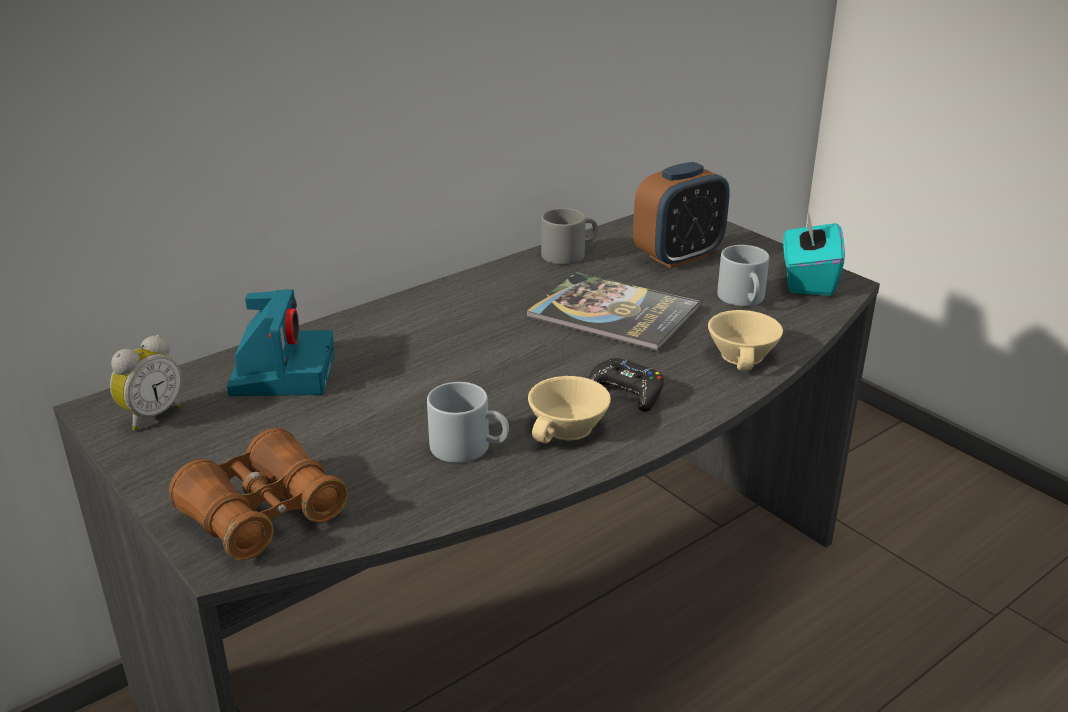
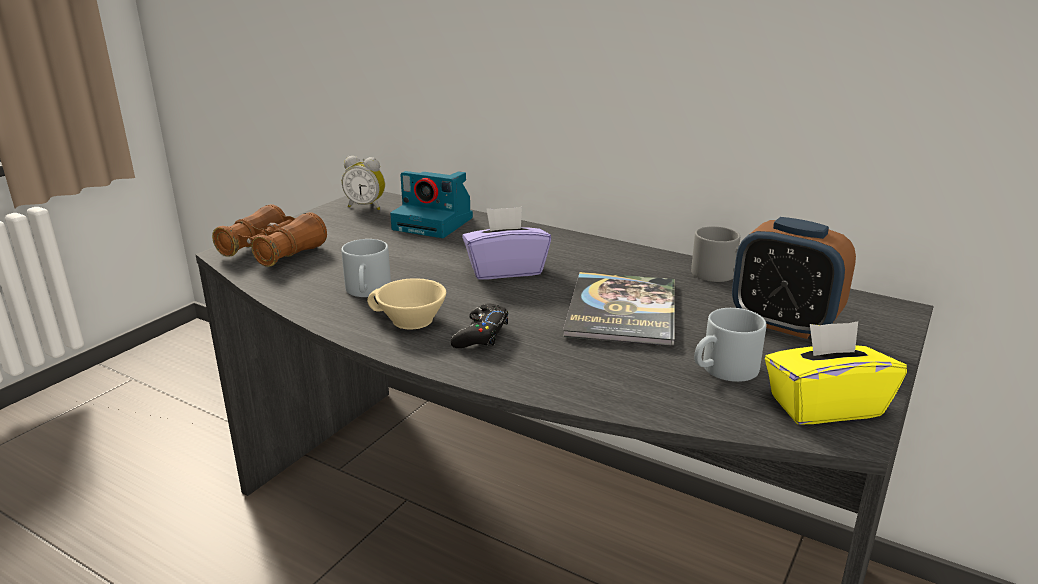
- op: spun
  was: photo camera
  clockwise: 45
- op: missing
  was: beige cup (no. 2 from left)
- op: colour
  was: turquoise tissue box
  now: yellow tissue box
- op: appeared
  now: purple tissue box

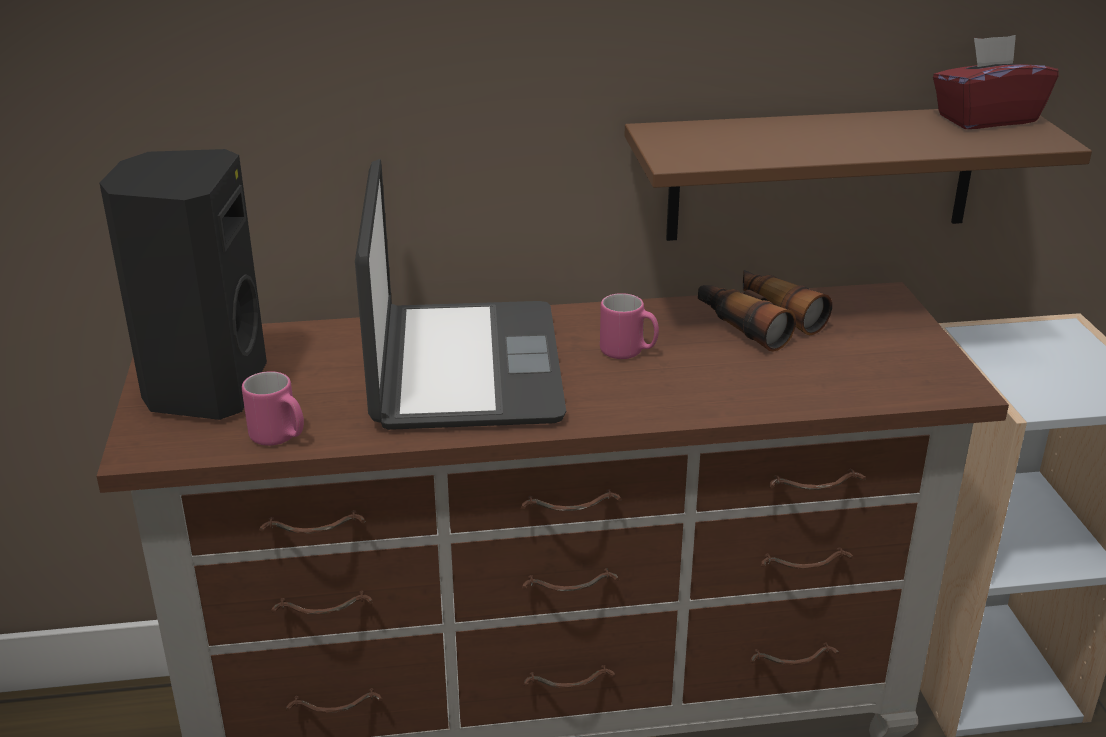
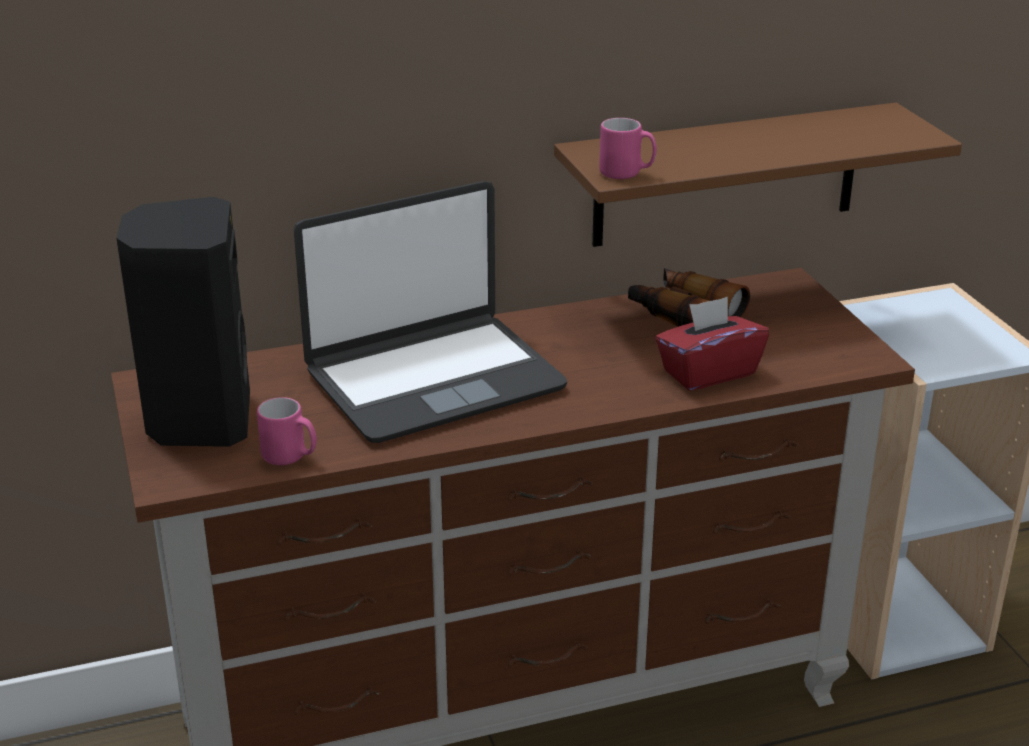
- op: spun
  was: laptop
  clockwise: 75
- op: relocated
  was: pink mug (no. 2 from left)
- op: relocated
  was: red tissue box

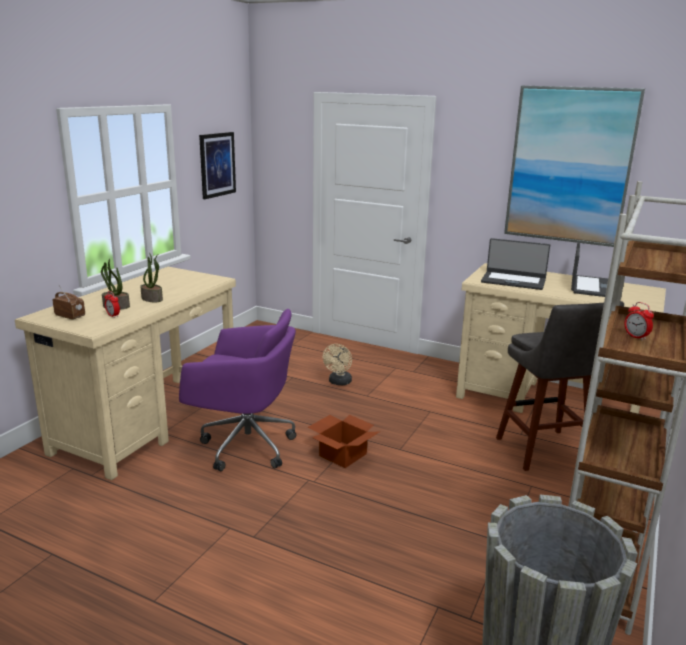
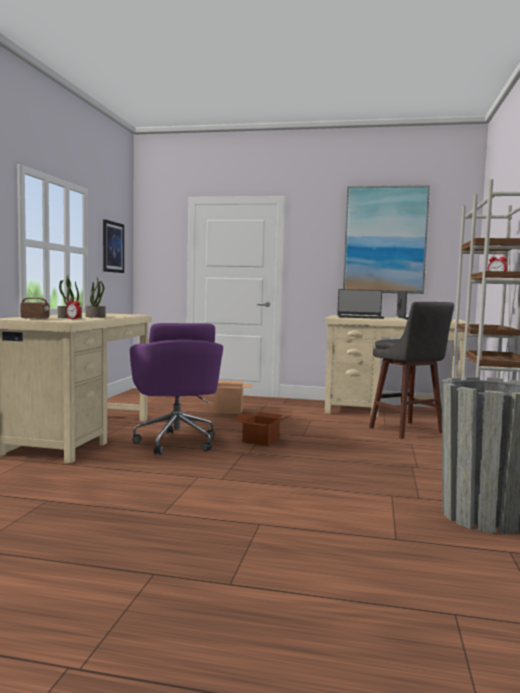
- op: spun
  was: purple office chair
  clockwise: 75
- op: exchanged
  was: beige fan
  now: cardboard box (no. 1 from left)

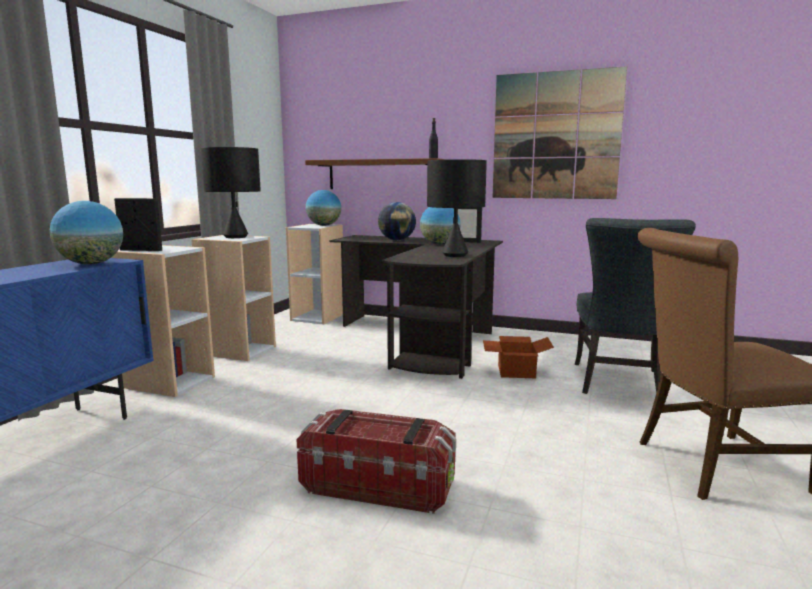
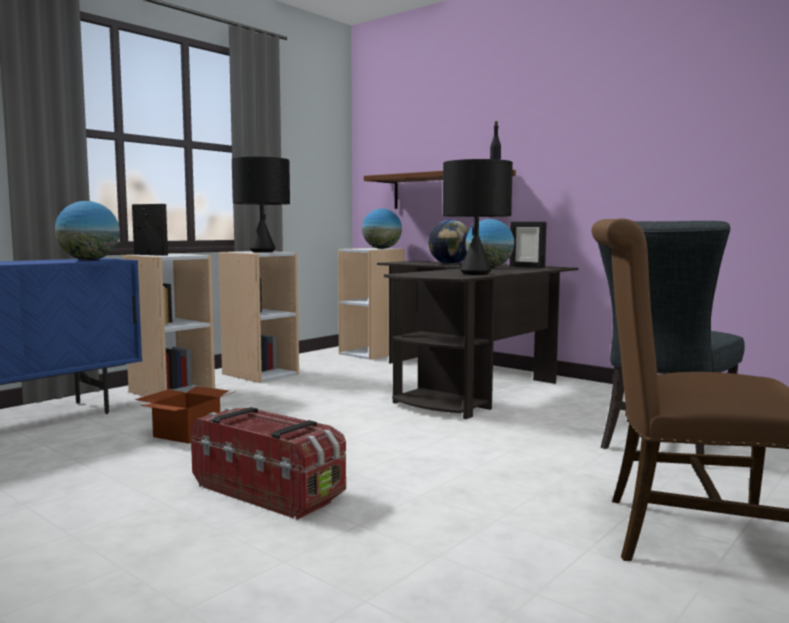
- op: relocated
  was: cardboard box
- op: missing
  was: picture

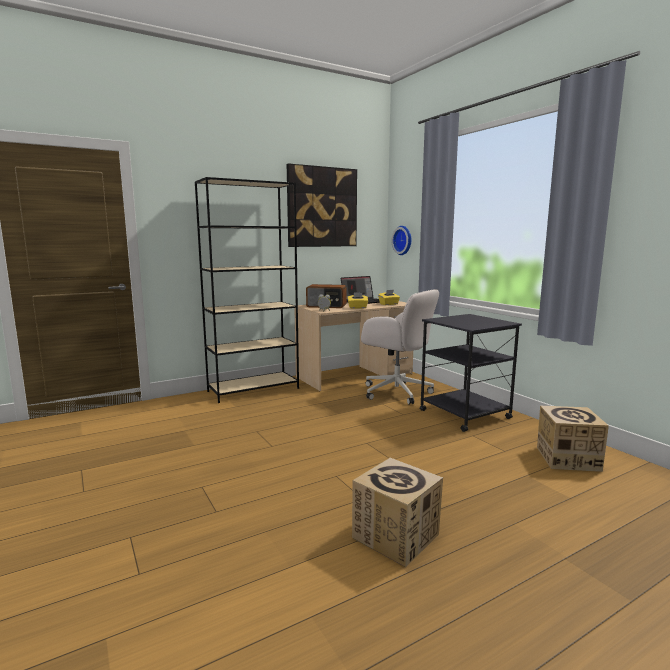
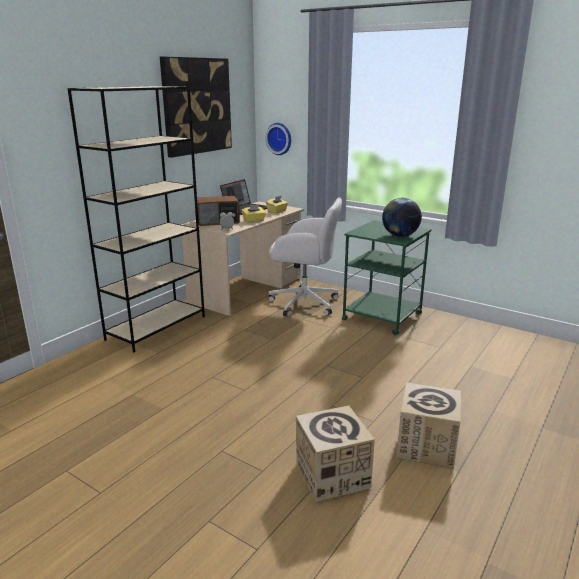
- op: colour
  was: black cart
  now: green cart
- op: relocated
  was: cardboard box (no. 2 from left in the first image)
  now: cardboard box (no. 1 from left)
- op: appeared
  now: globe

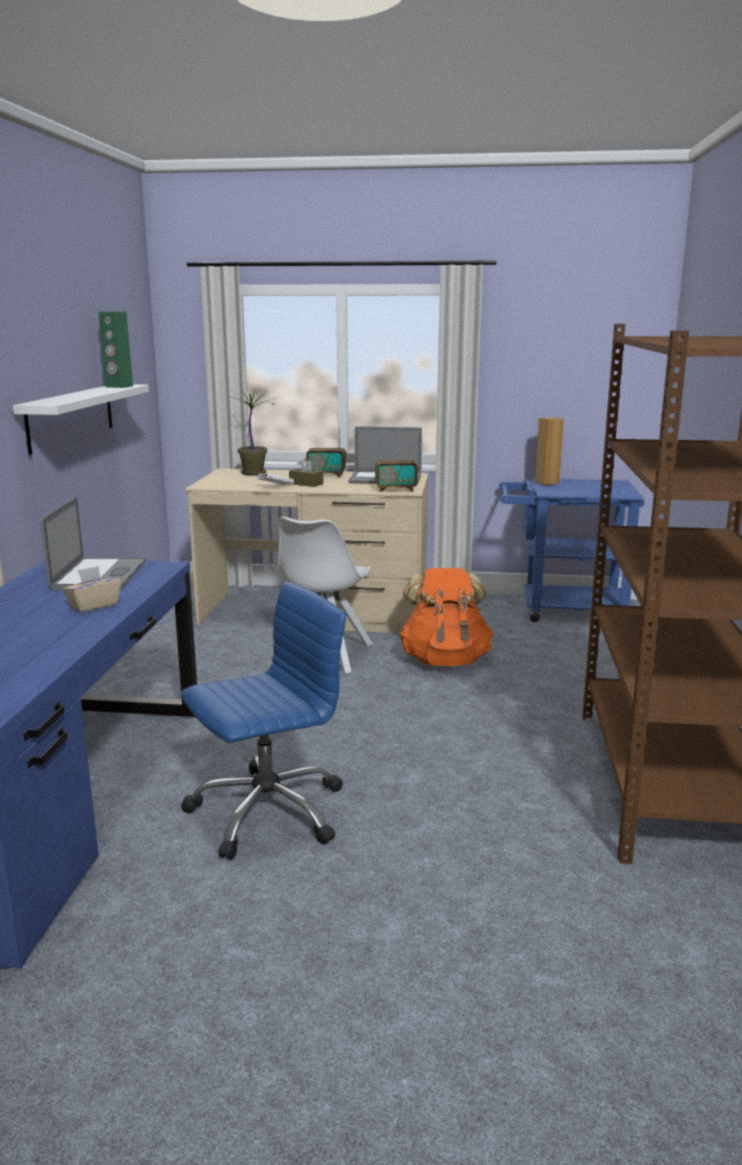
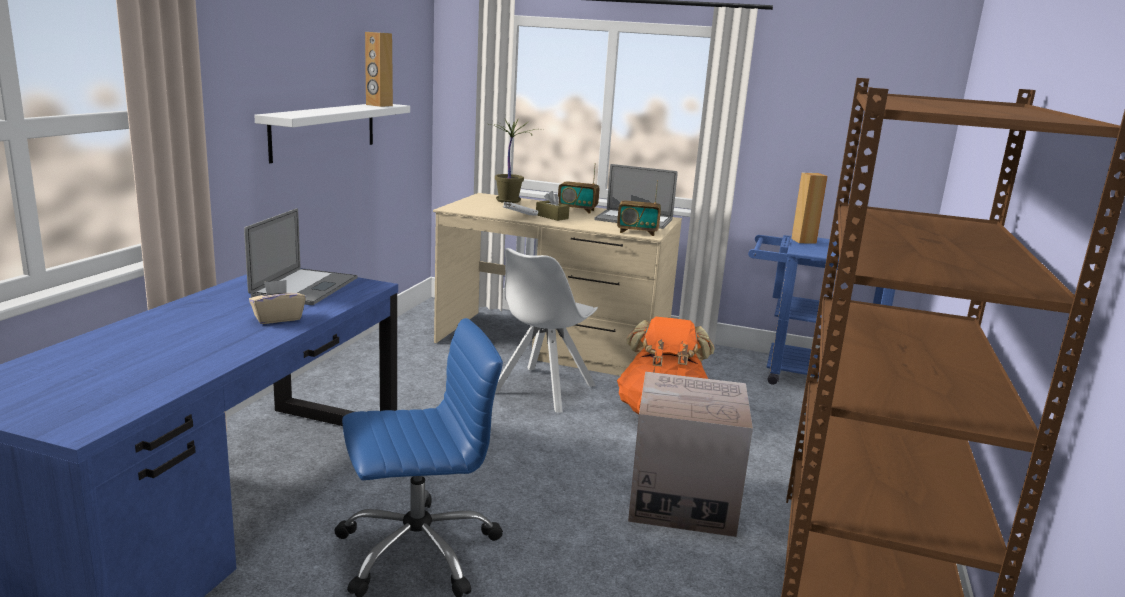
- op: colour
  was: green speaker
  now: brown speaker (no. 1 from left)
- op: appeared
  now: cardboard box

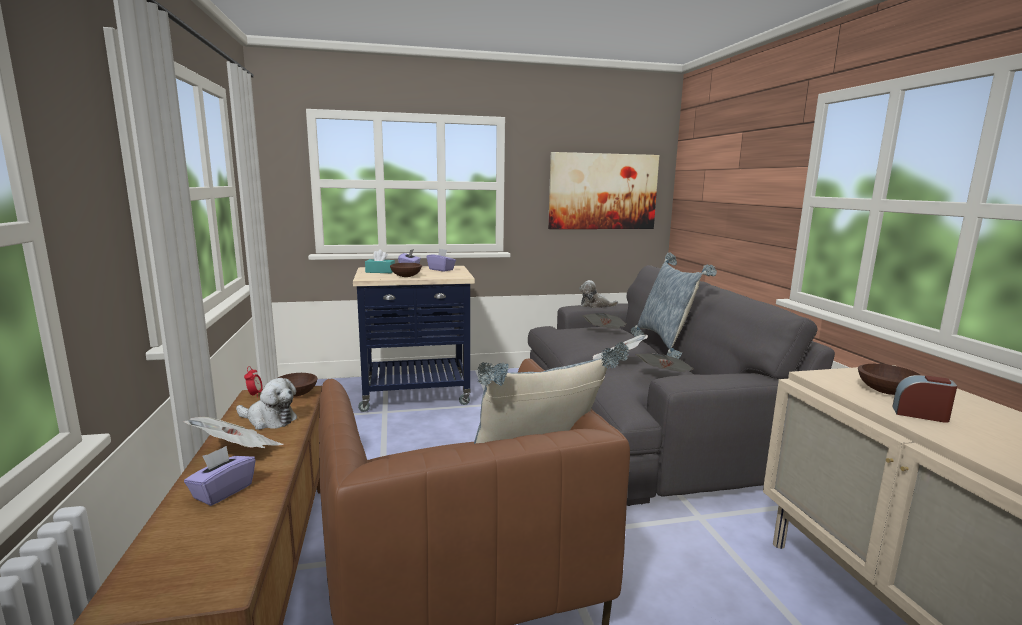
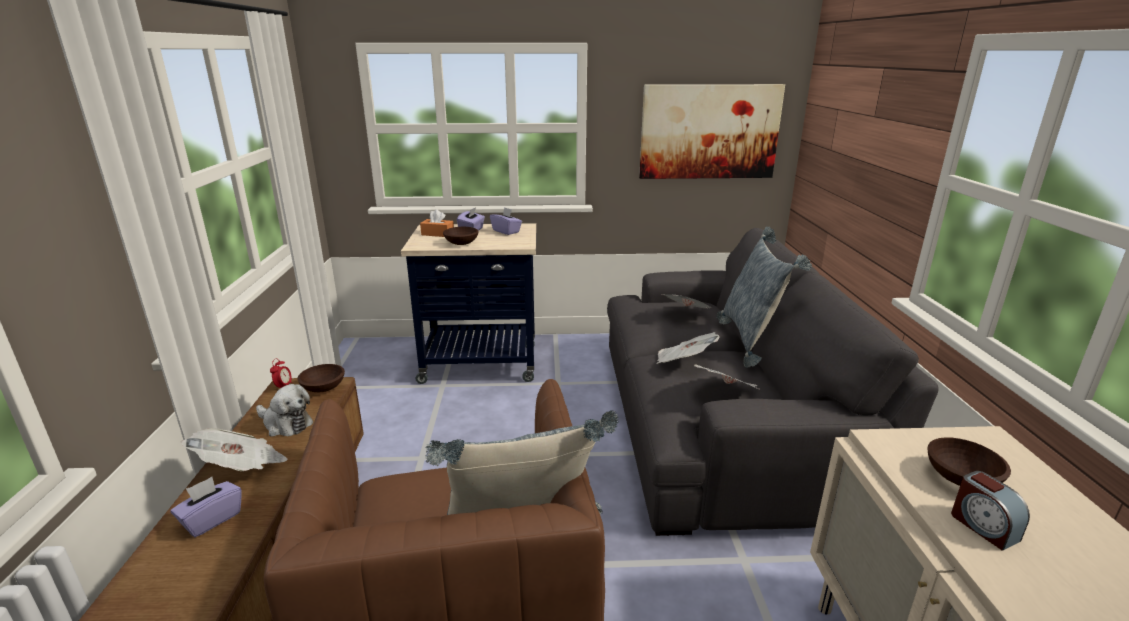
- op: colour
  was: turquoise tissue box
  now: orange tissue box
- op: missing
  was: plush toy (no. 2 from left)
- op: spun
  was: alarm clock (no. 2 from left)
  clockwise: -150

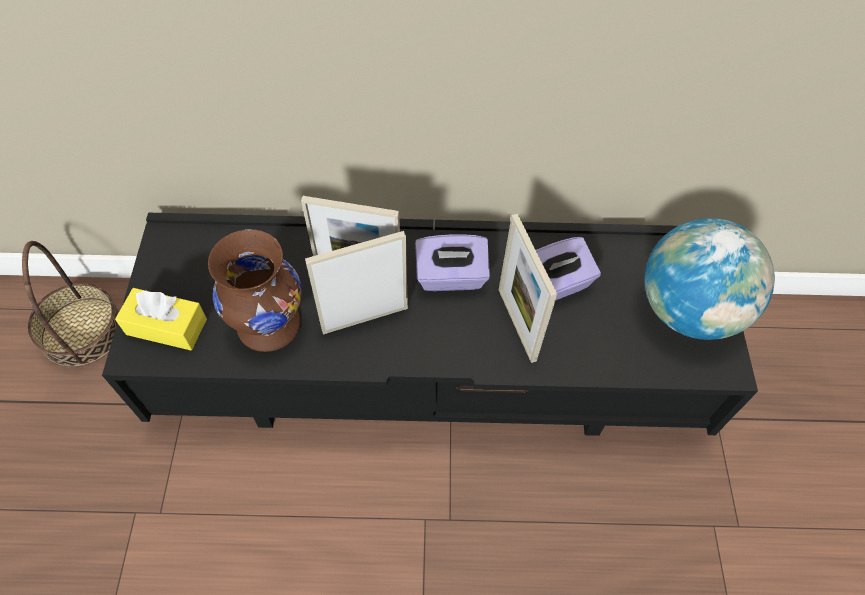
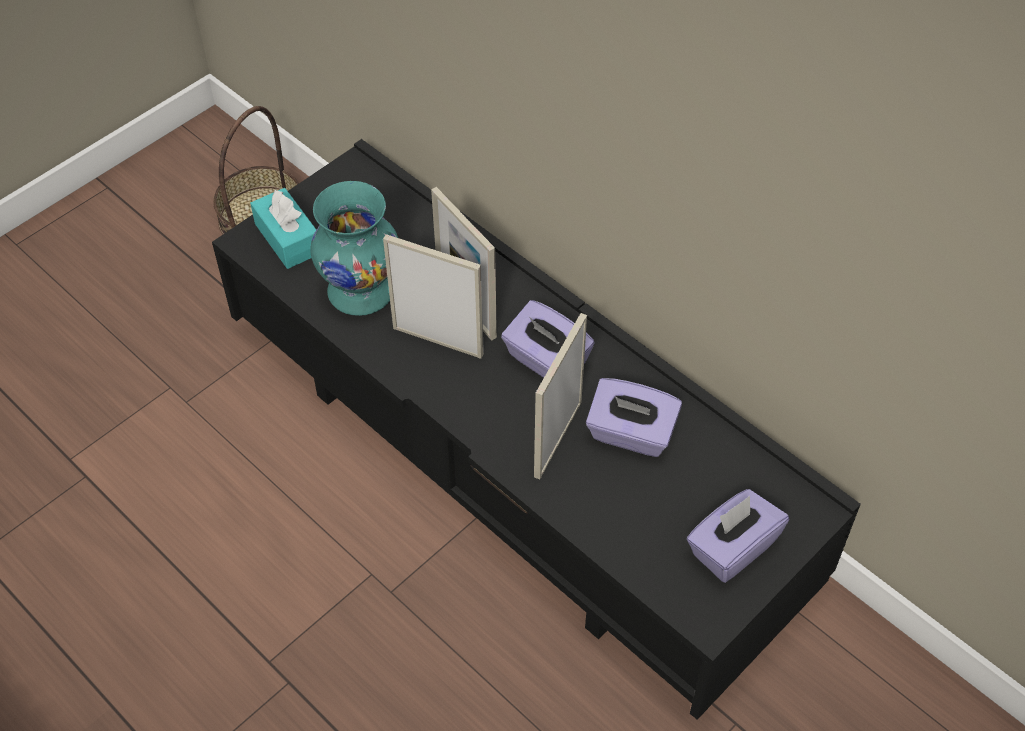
- op: colour
  was: yellow tissue box
  now: turquoise tissue box
- op: colour
  was: brown vase
  now: turquoise vase
- op: exchanged
  was: globe
  now: purple tissue box (no. 3 from left)

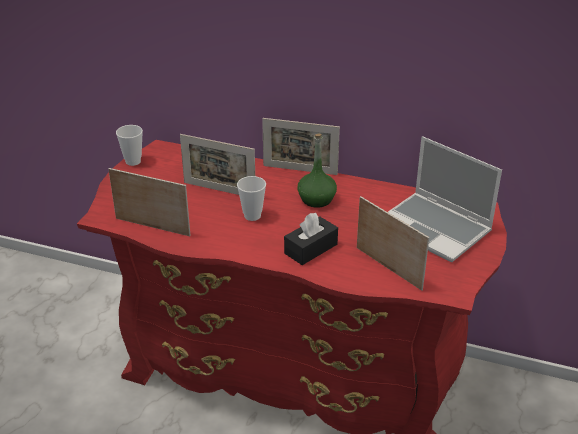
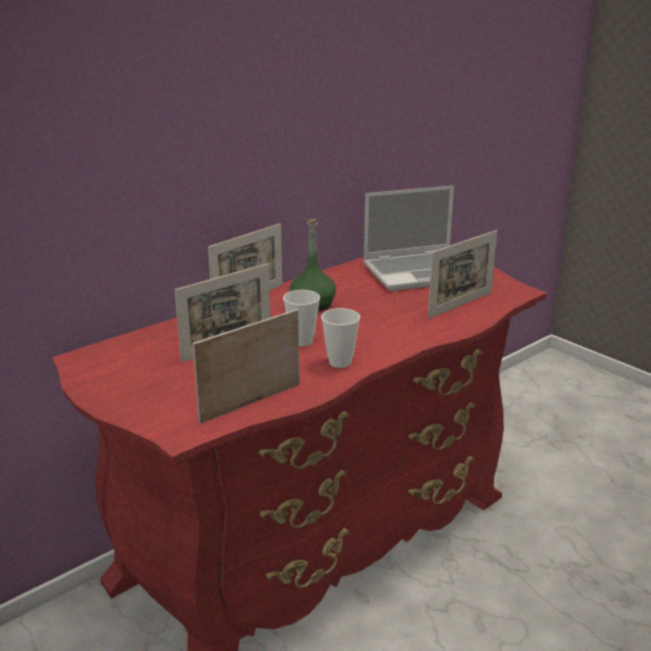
- op: relocated
  was: cup (no. 1 from left in the first image)
  now: cup (no. 2 from left)
- op: missing
  was: black tissue box
- op: spun
  was: picture frame (no. 4 from left)
  clockwise: 150

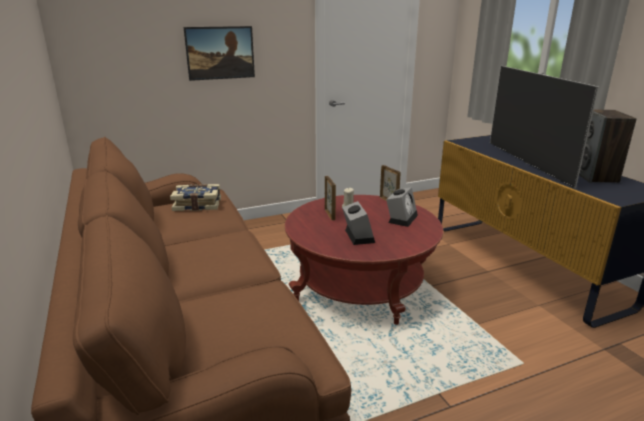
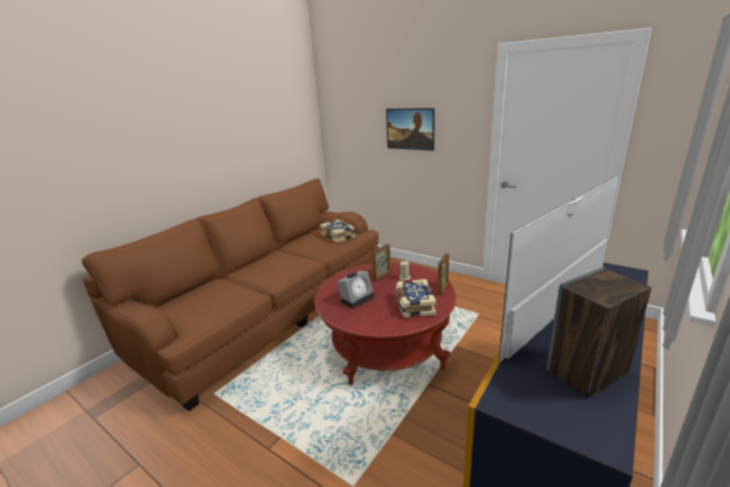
- op: exchanged
  was: alarm clock (no. 2 from left)
  now: book (no. 2 from left)

